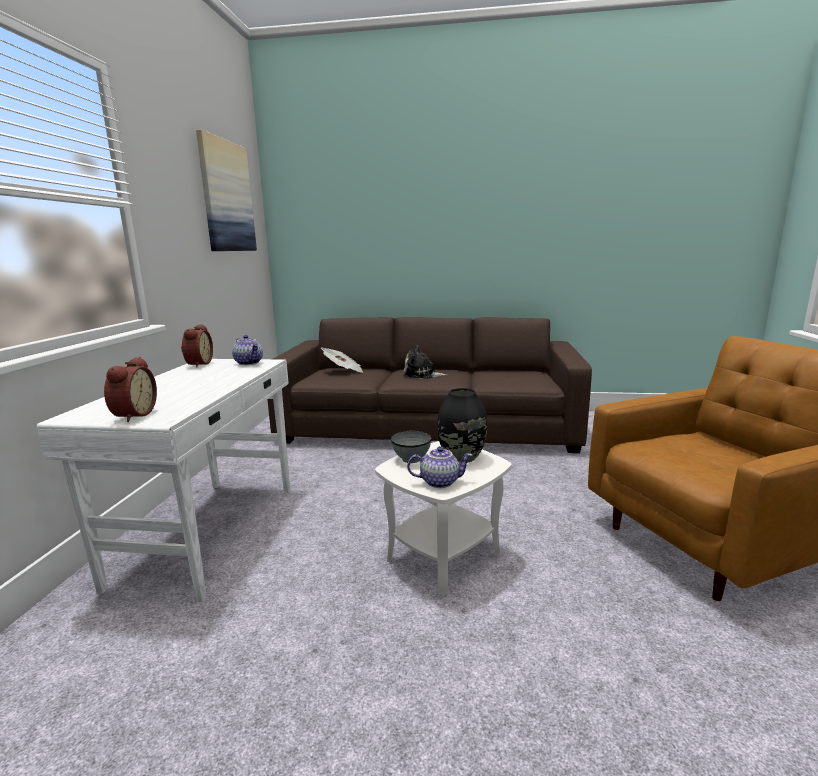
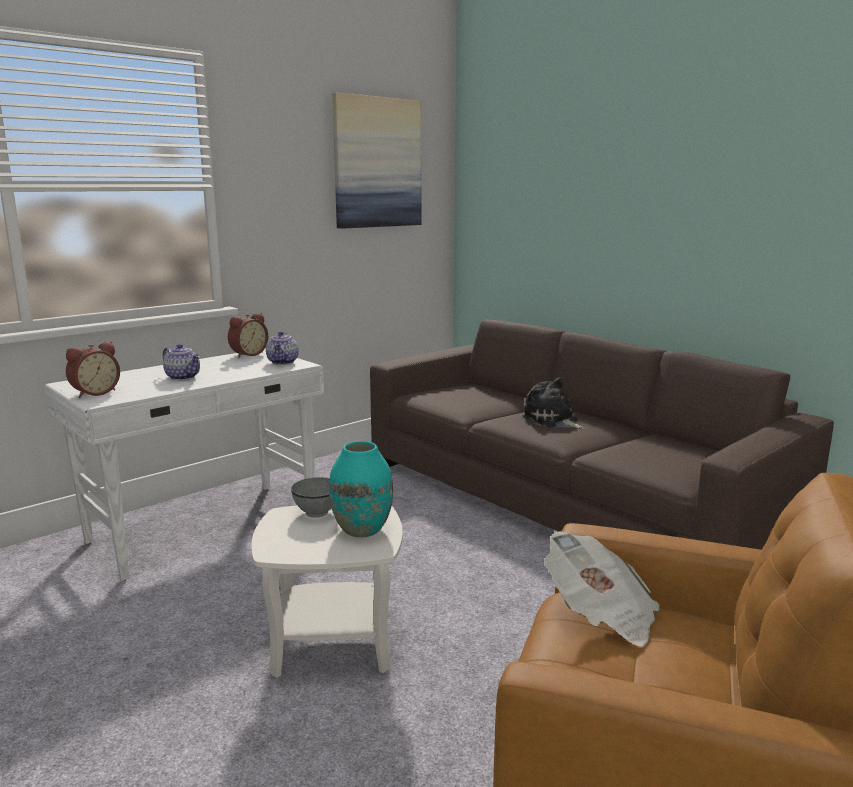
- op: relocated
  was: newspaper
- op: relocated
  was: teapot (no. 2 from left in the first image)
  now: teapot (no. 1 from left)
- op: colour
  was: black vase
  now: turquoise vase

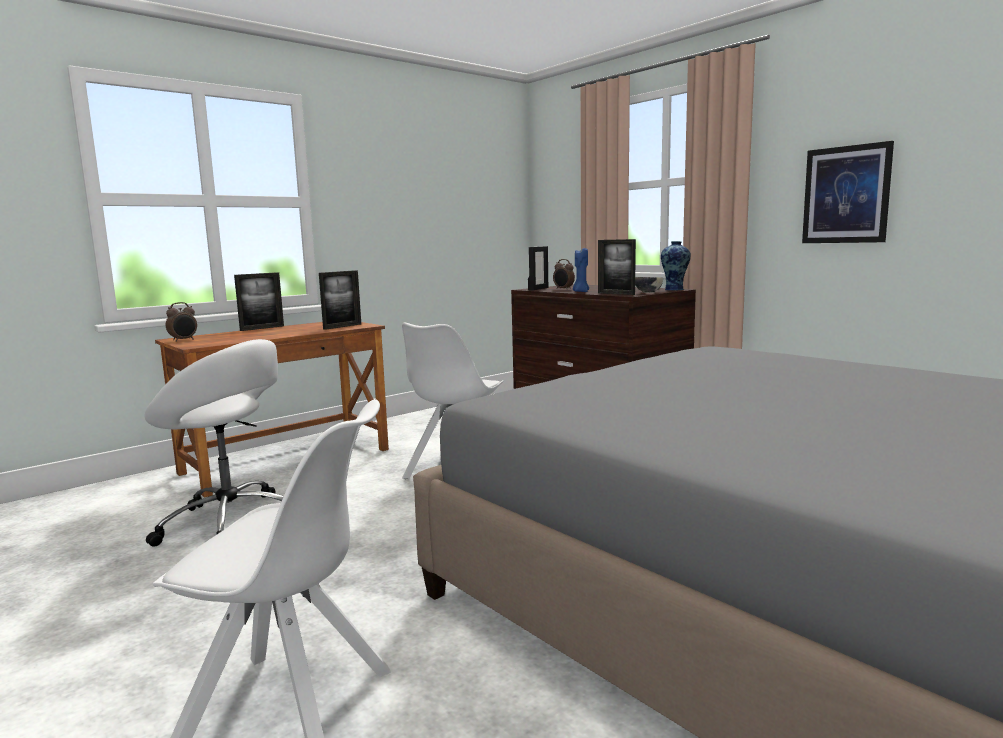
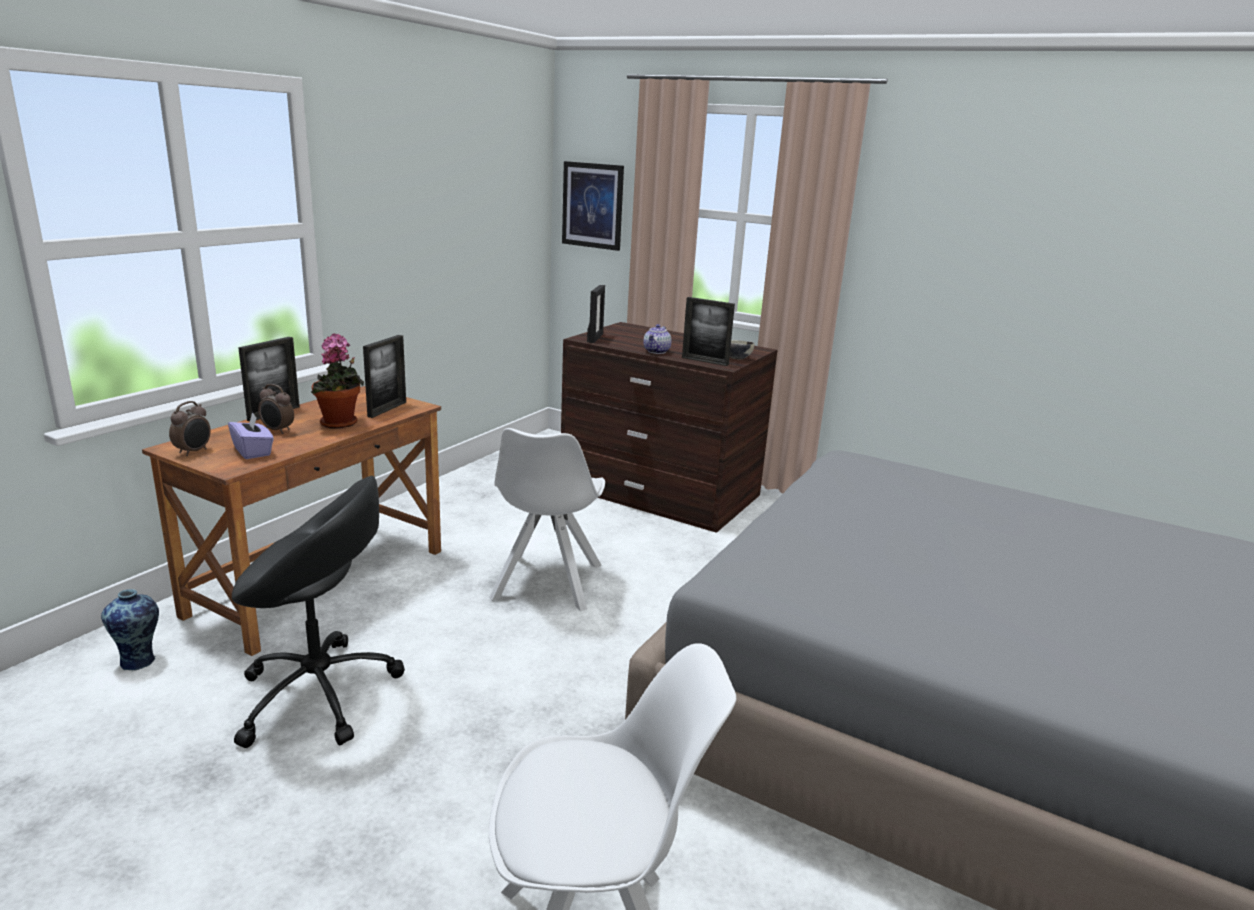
- op: colour
  was: white office chair
  now: black office chair
- op: relocated
  was: alarm clock (no. 2 from left)
- op: exchanged
  was: blue candle
  now: teapot
- op: relocated
  was: vase
- op: relocated
  was: picture
- op: appeared
  now: purple tissue box
- op: appeared
  now: potted plant

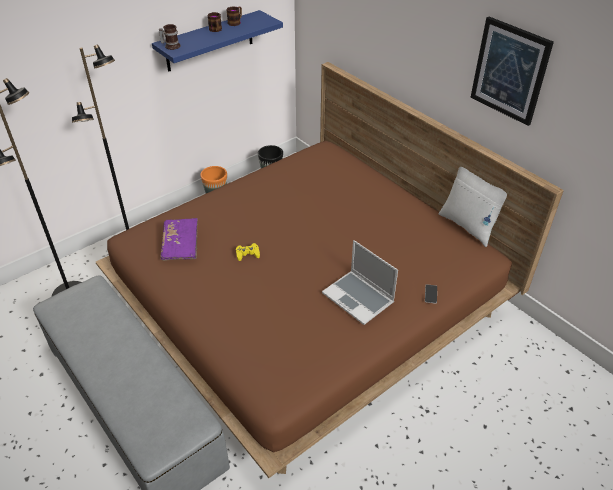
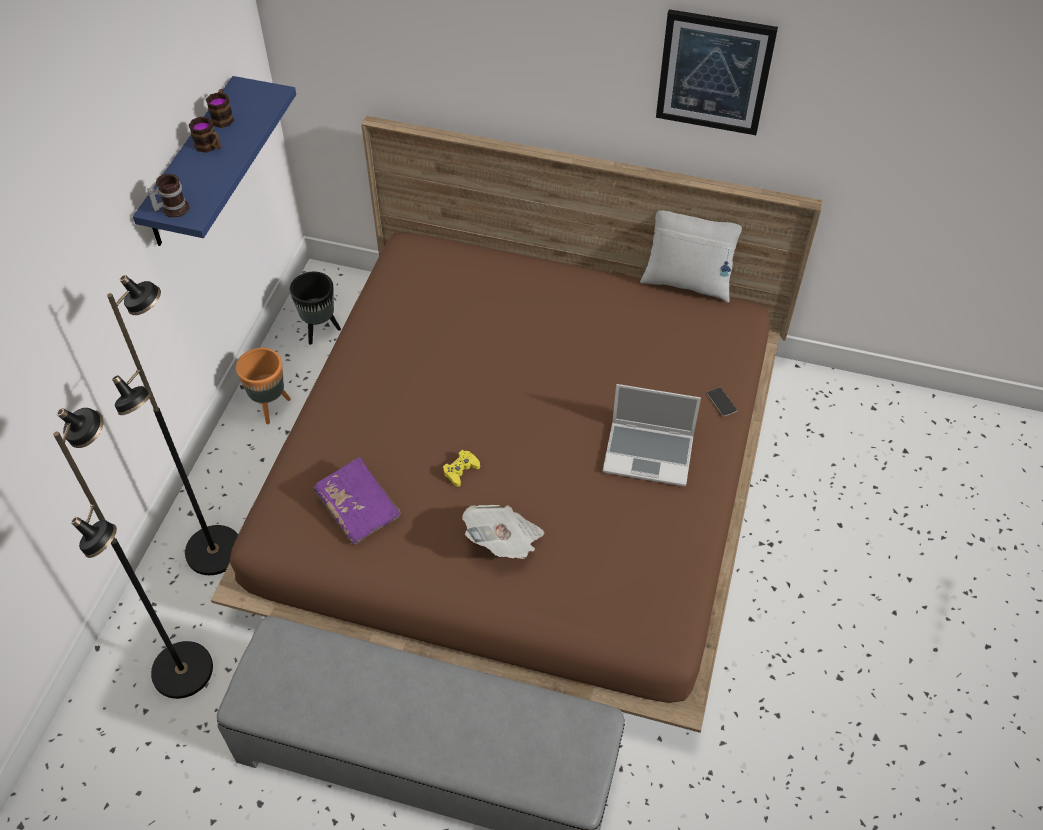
- op: appeared
  now: newspaper

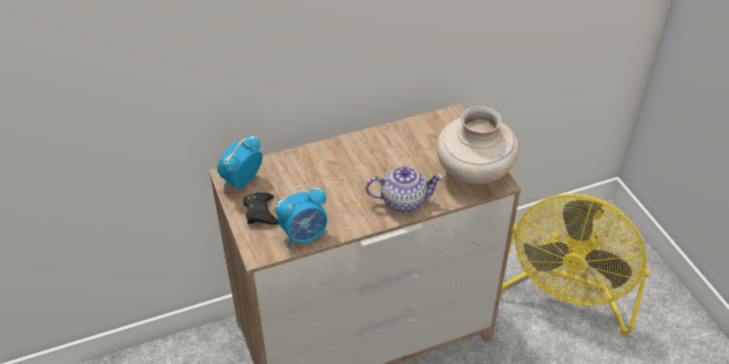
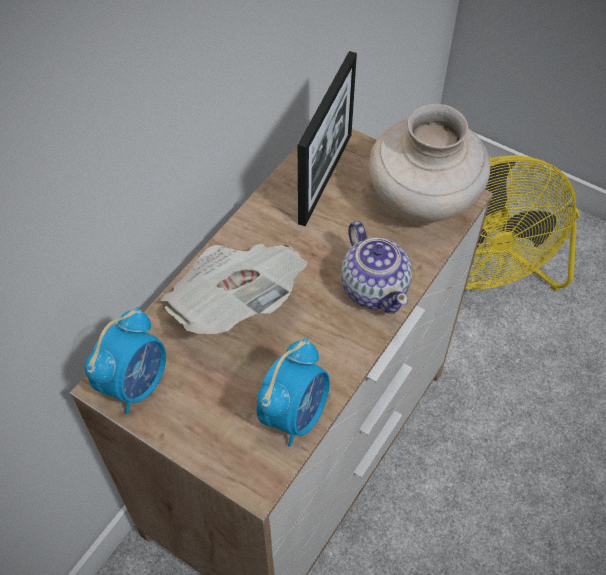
- op: spun
  was: alarm clock (no. 1 from left)
  clockwise: -150
- op: missing
  was: black game controller
- op: spun
  was: teapot
  clockwise: 105
- op: appeared
  now: newspaper
- op: appeared
  now: picture frame

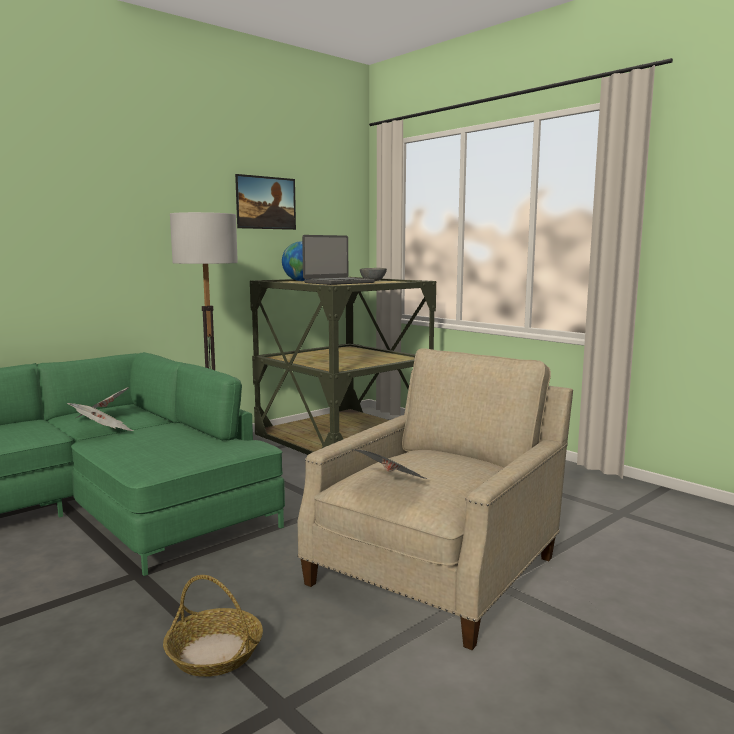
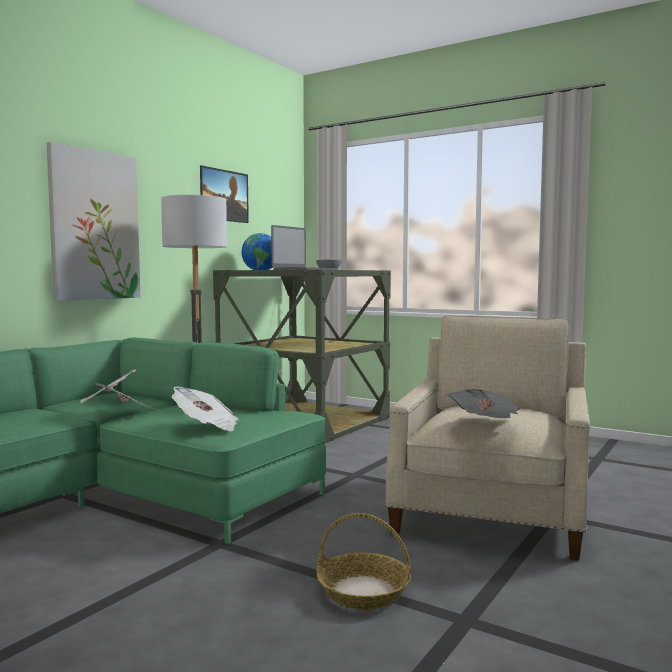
- op: appeared
  now: picture (no. 1 from left)
- op: appeared
  now: newspaper (no. 3 from left)

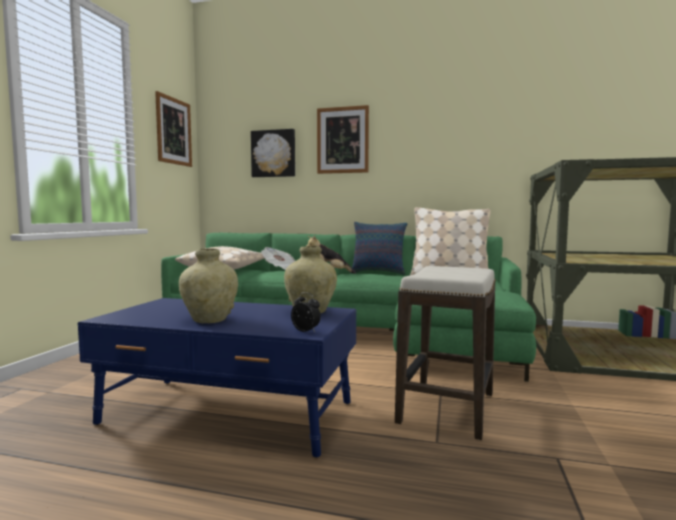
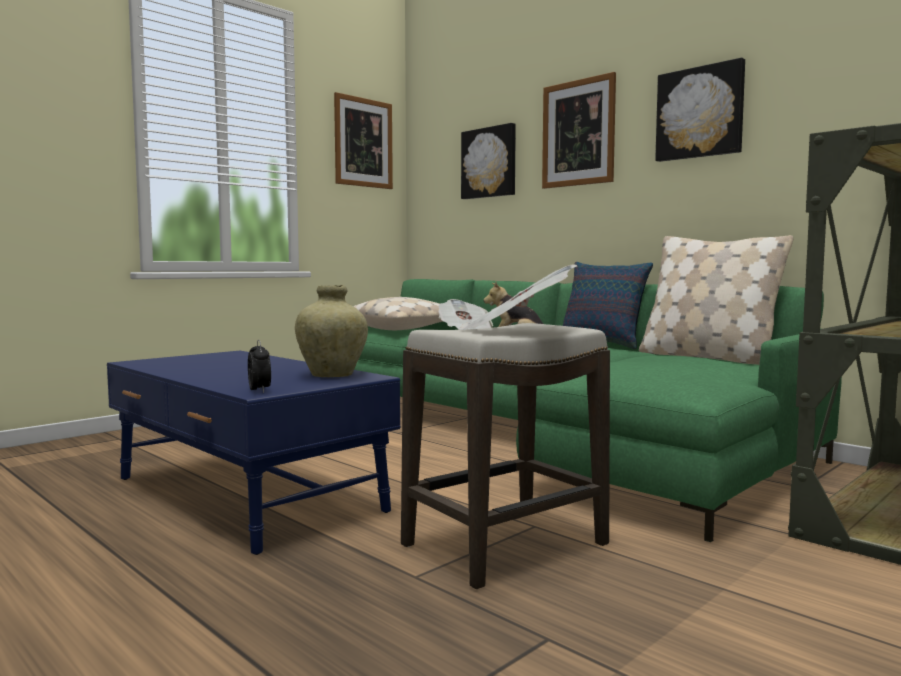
- op: missing
  was: beige vase (no. 1 from left)
- op: appeared
  now: newspaper (no. 2 from left)
- op: appeared
  now: picture (no. 4 from left)

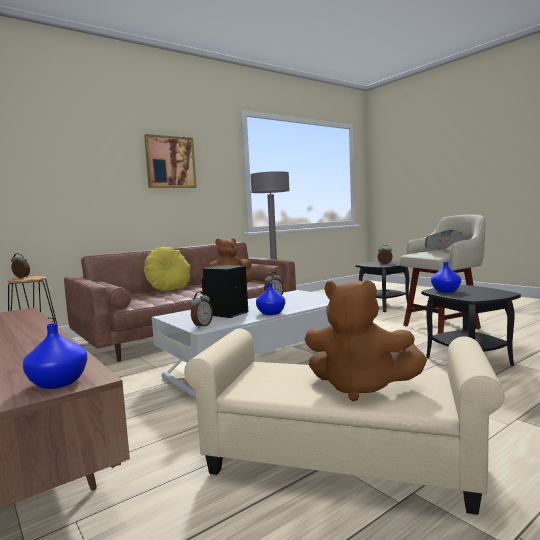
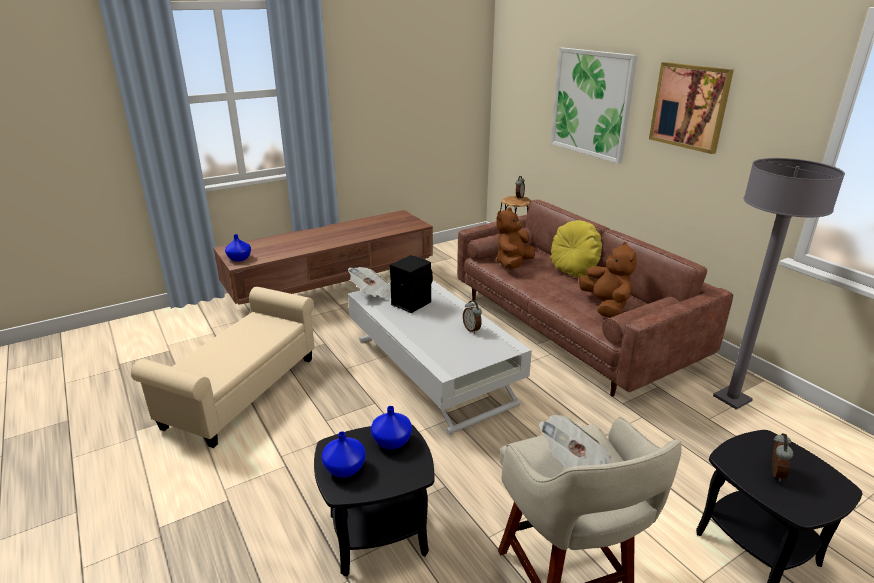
- op: exchanged
  was: alarm clock (no. 2 from left)
  now: newspaper (no. 1 from left)
- op: relocated
  was: blue vase (no. 2 from left)
- op: relocated
  was: brown plush toy (no. 2 from left in the first image)
  now: brown plush toy (no. 1 from left)
- op: appeared
  now: picture (no. 1 from left)

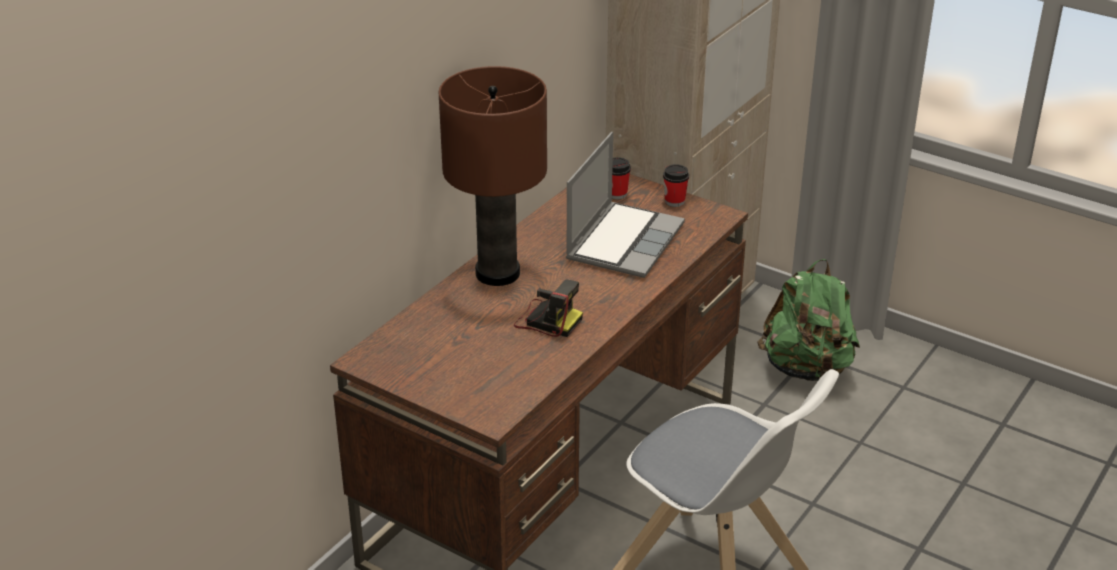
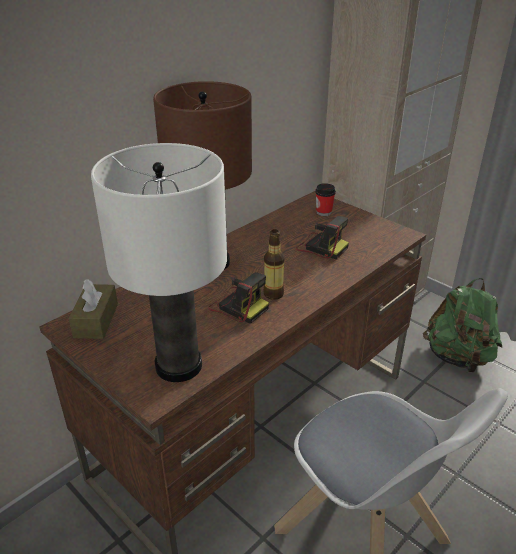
- op: exchanged
  was: laptop
  now: photo camera (no. 2 from left)
- op: missing
  was: cup (no. 2 from left)
- op: appeared
  now: brown tissue box
- op: appeared
  now: white table lamp
- op: appeared
  now: bottle

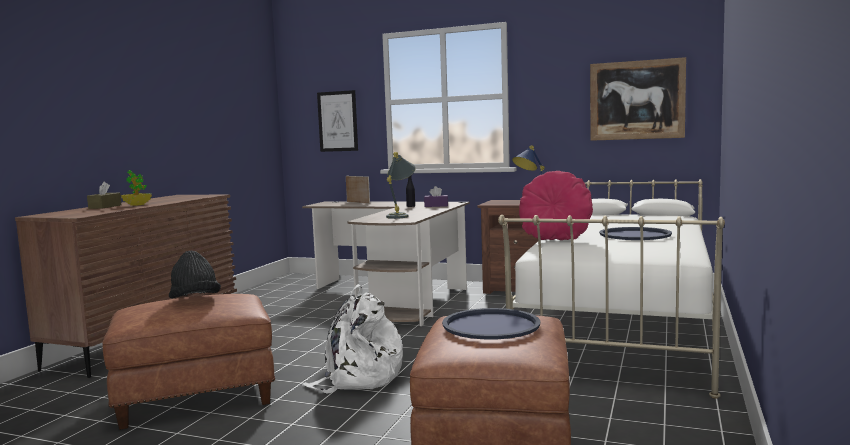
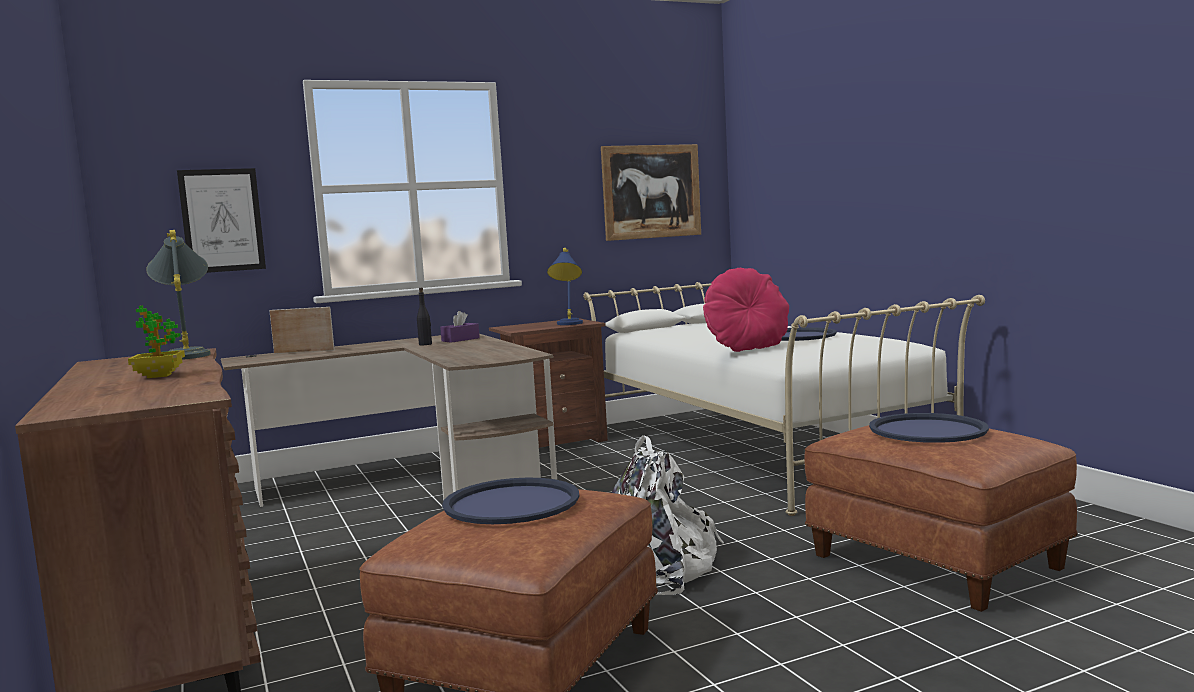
- op: missing
  was: brown tissue box
- op: exchanged
  was: black hat
  now: blue tray (no. 1 from left)
- op: relocated
  was: grey table lamp

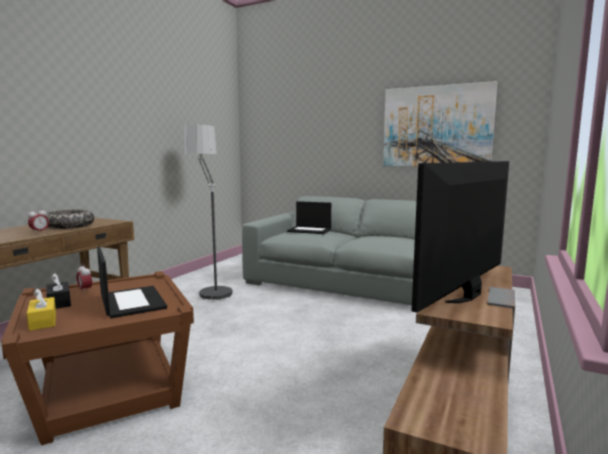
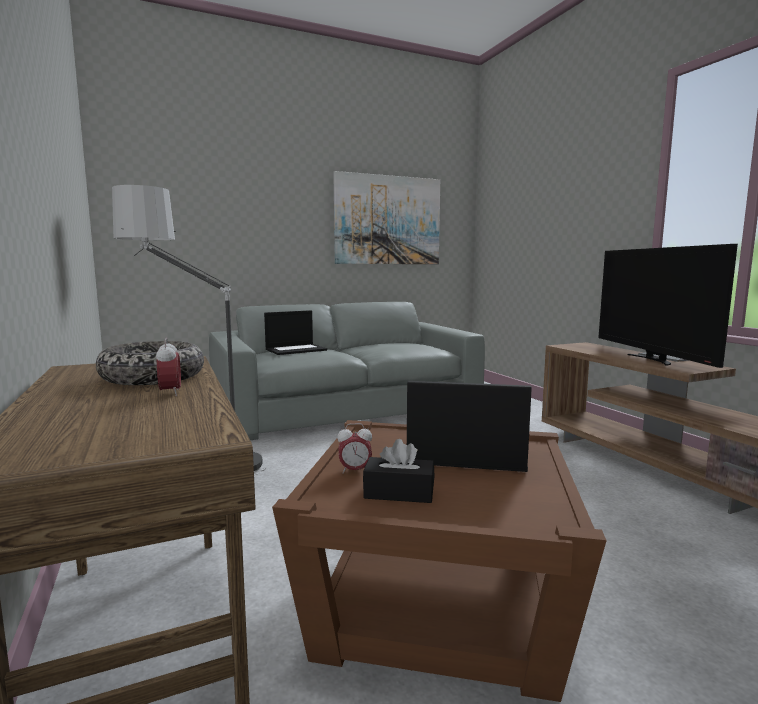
- op: missing
  was: yellow tissue box

